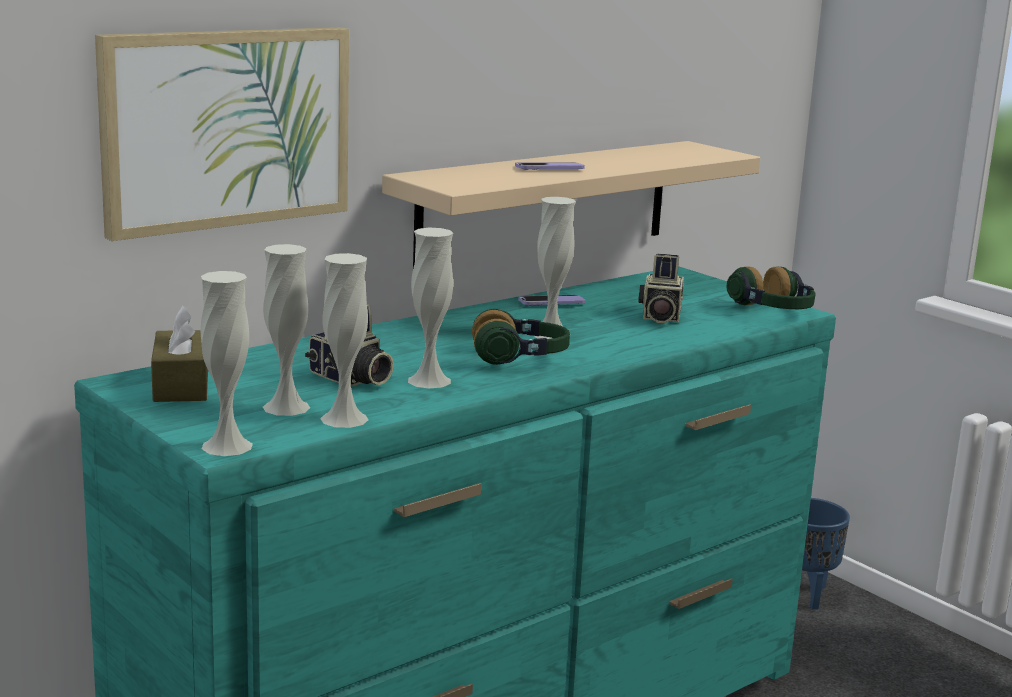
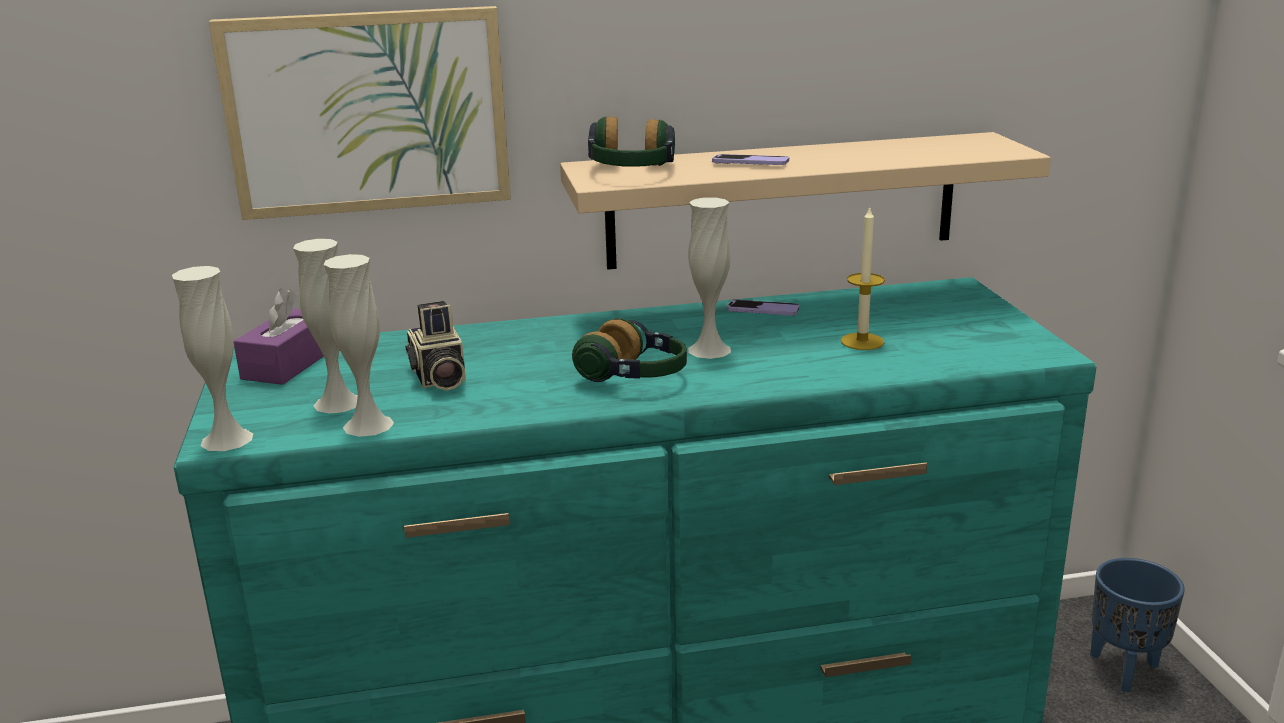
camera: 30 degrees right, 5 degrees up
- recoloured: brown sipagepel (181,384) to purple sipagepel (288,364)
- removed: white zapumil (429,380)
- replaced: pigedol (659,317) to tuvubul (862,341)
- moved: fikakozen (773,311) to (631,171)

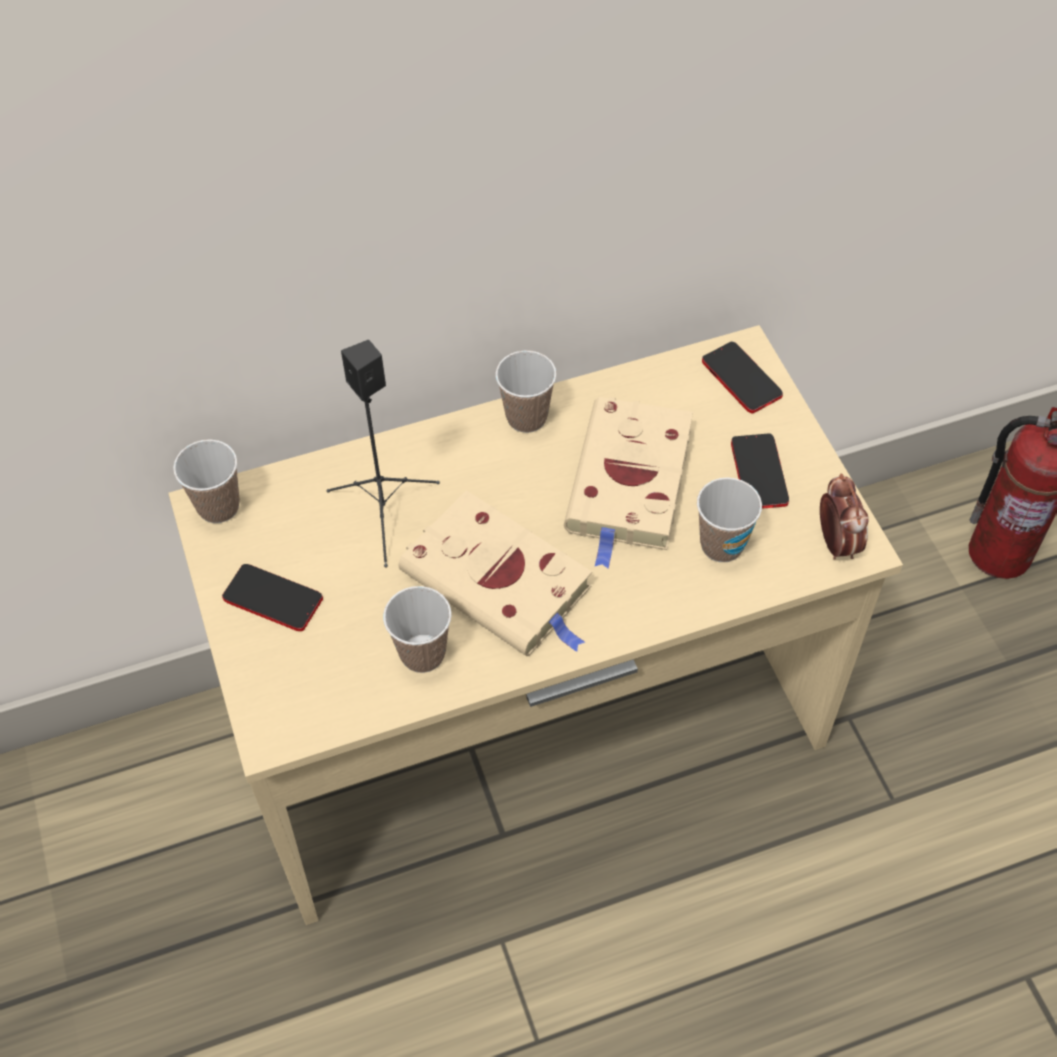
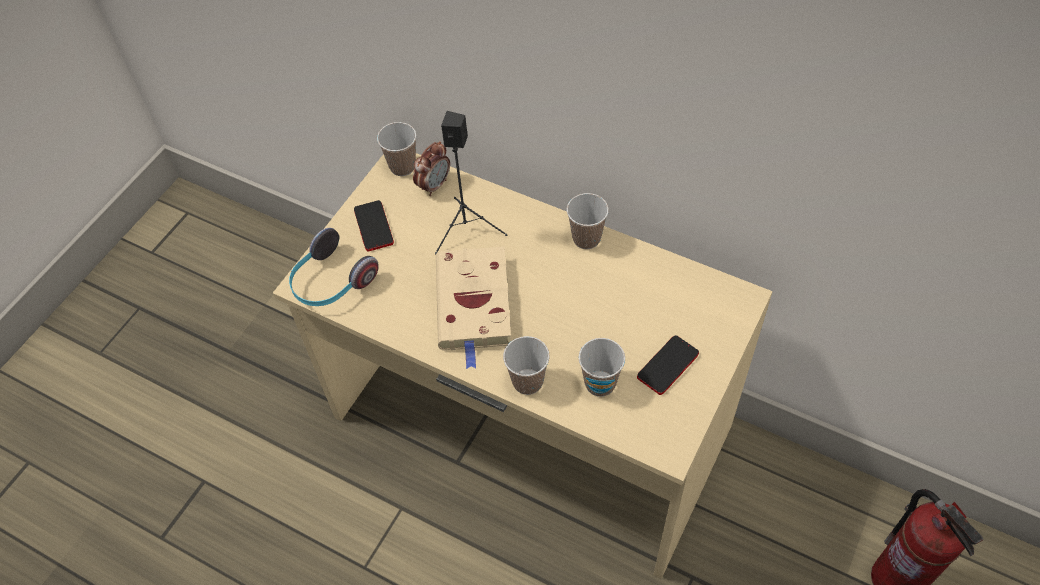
camera: 50 degrees right, 0 degrees up
- moved: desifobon (422,653) to (527,382)
- removed: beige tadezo (629,484)
- removed: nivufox (741,378)
- moved: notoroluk (836,543) to (434,185)
- added: fikakozen (331,282)

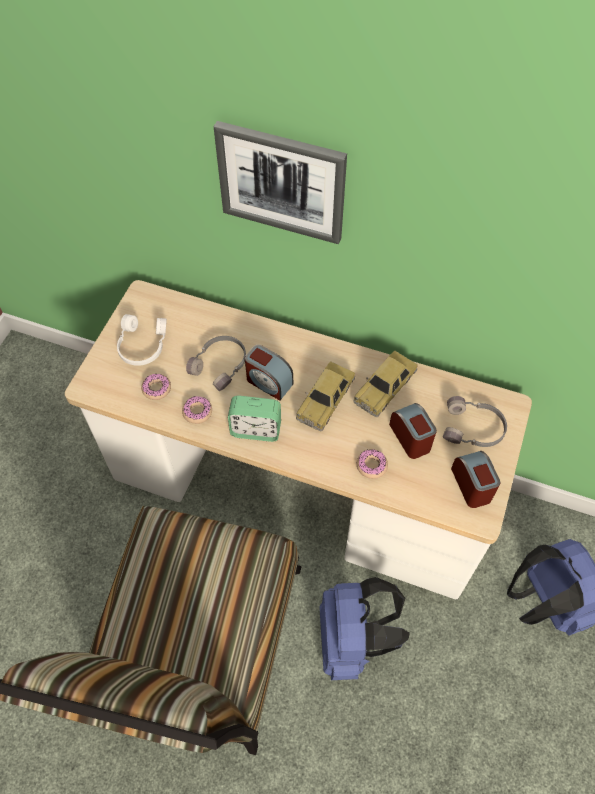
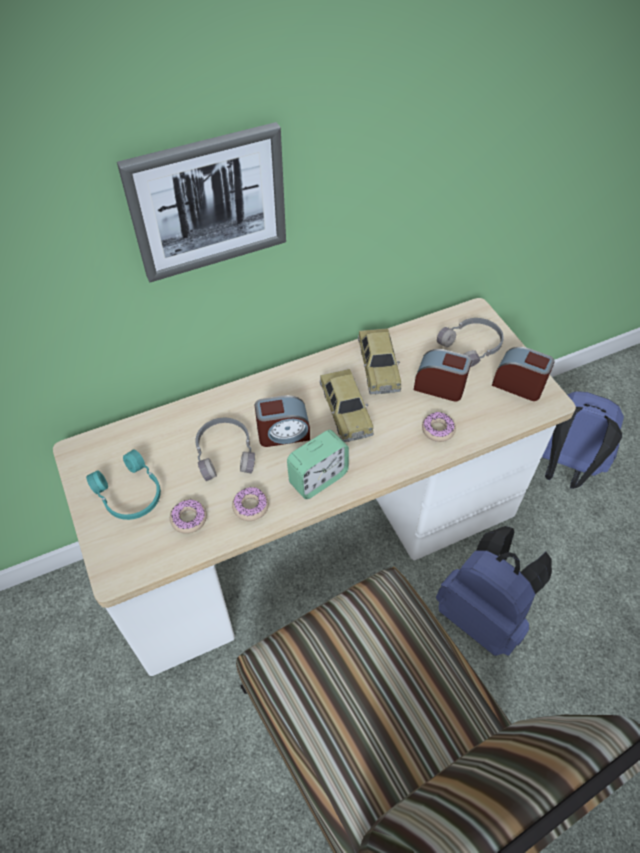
camera: 45 degrees left, 5 degrees down
- recoloured: white fikakozen (142,345) to turquoise fikakozen (129,494)

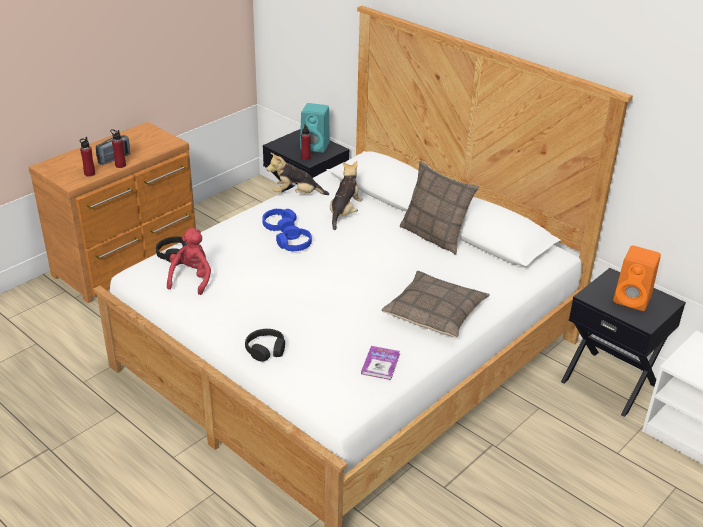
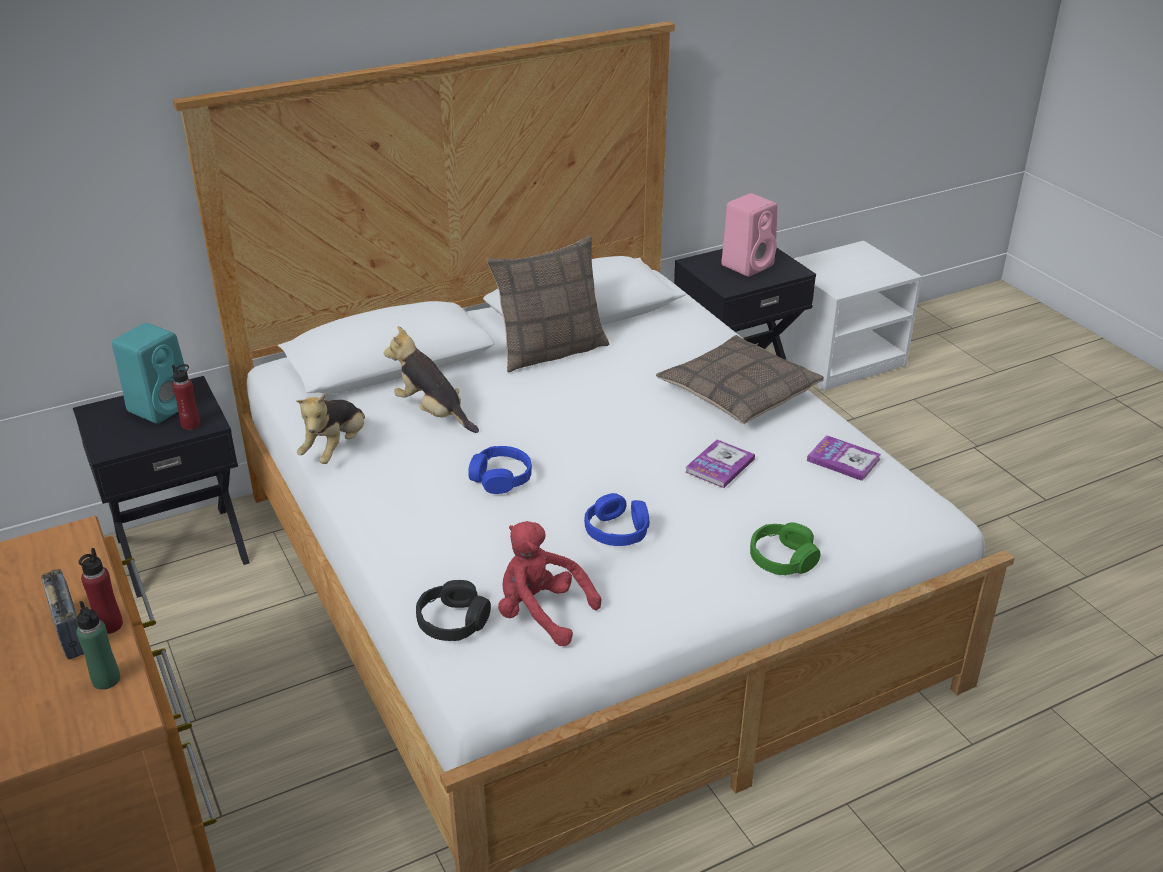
camera: 70 degrees left, 0 degrees up
- recoloured: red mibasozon (89,173) to green mibasozon (106,680)
- recoloured: black fikakozen (266,350) to green fikakozen (782,558)
- moved: blue fikakozen (279,225) to (617,530)
- recoloured: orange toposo (633,300) to pink toposo (748,265)
- added: tadezo (720,465)

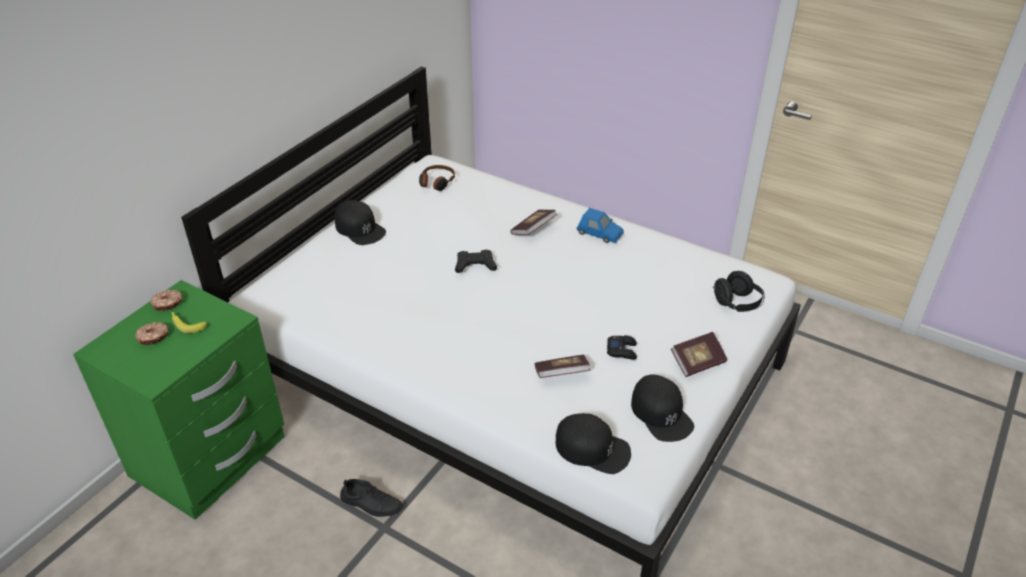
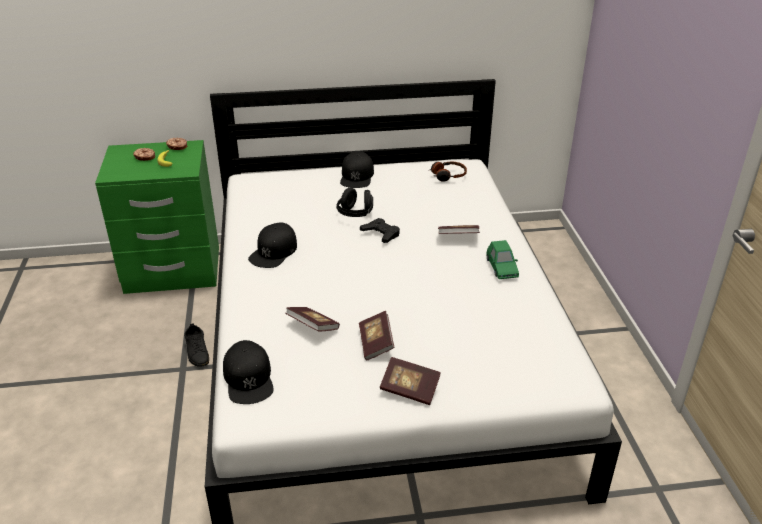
camera: 50 degrees right, 5 degrees down
- recoloured: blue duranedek (599,234) to green duranedek (501,268)
- replaced: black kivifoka (622,350) to tadezo (376,343)
- moved: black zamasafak (661,413) to (274,251)
- moved: black fikakozen (737,304) to (355,214)

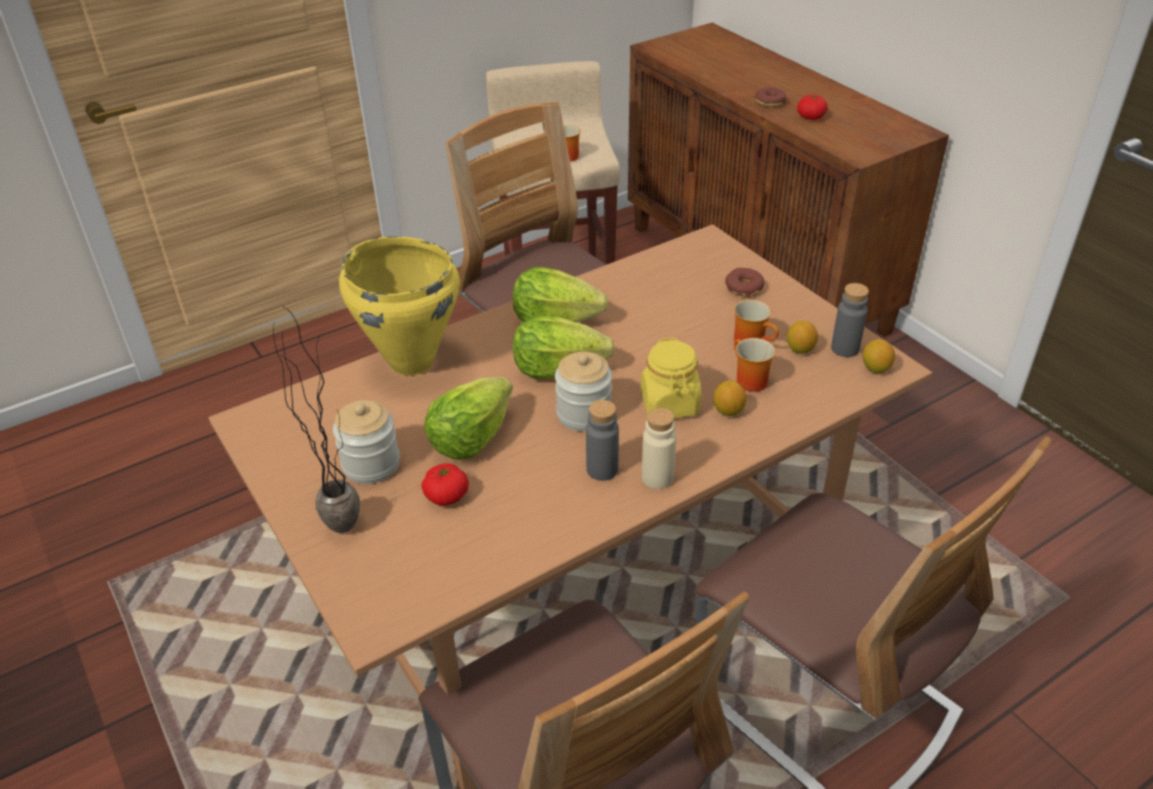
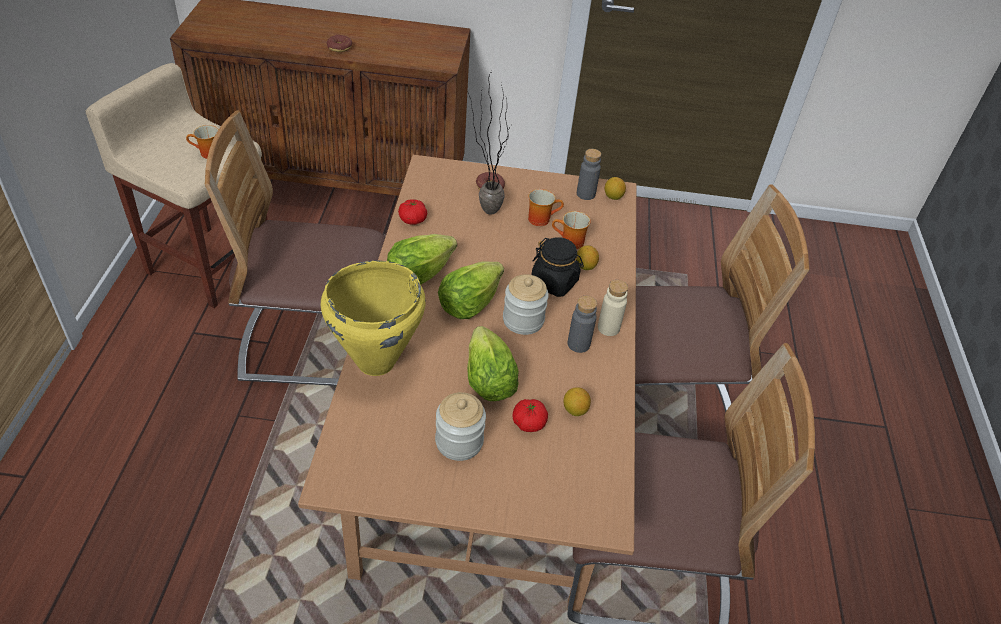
camera: 55 degrees left, 5 degrees up
- moved: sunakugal (341,517) to (482,209)
- recoloured: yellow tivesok (670,404) to black tivesok (554,282)
- moved: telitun (800,349) to (575,410)
- moved: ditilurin (810,117) to (412,220)

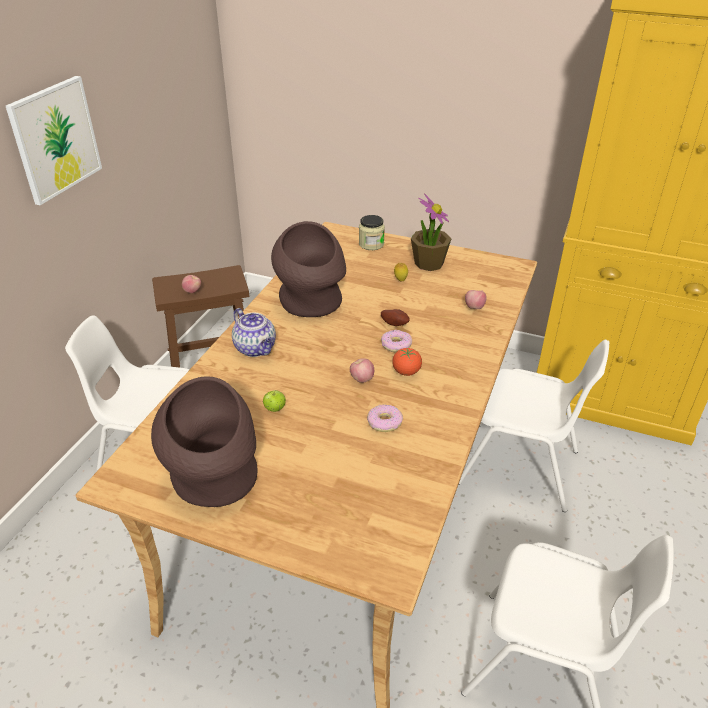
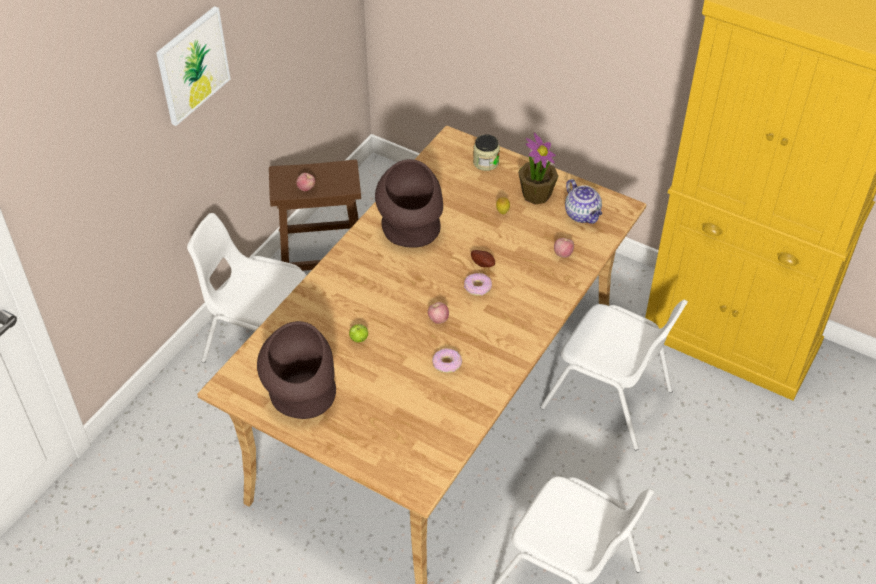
camera: 10 degrees right, 10 degrees up
- moved: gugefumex (256,349) to (583,215)
- removed: ditilurin (406,372)

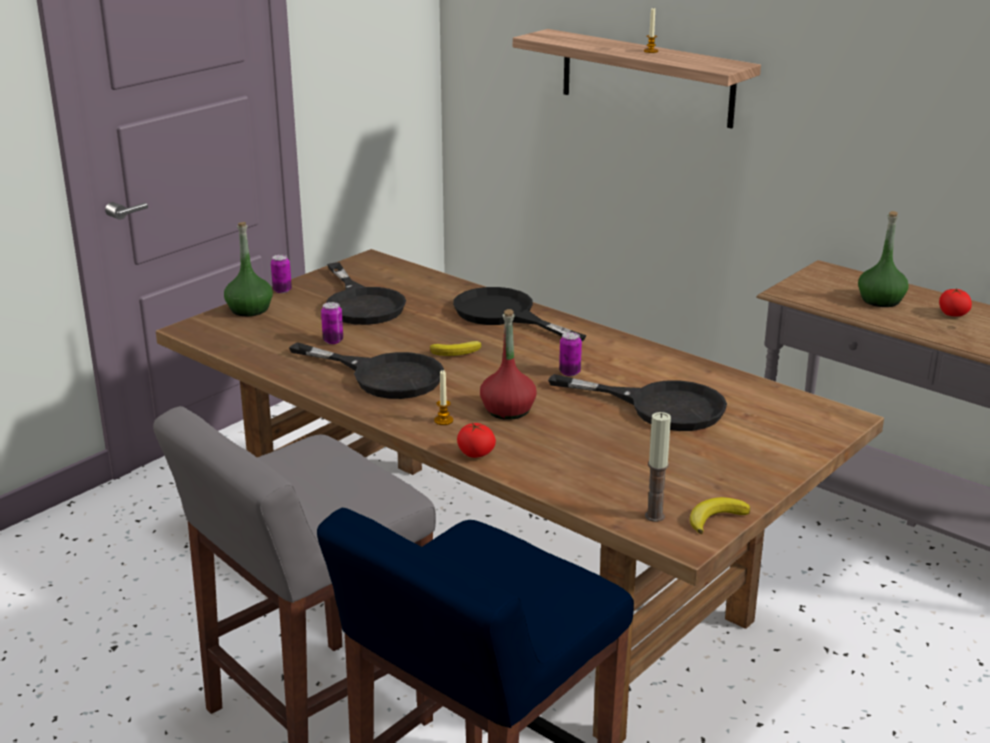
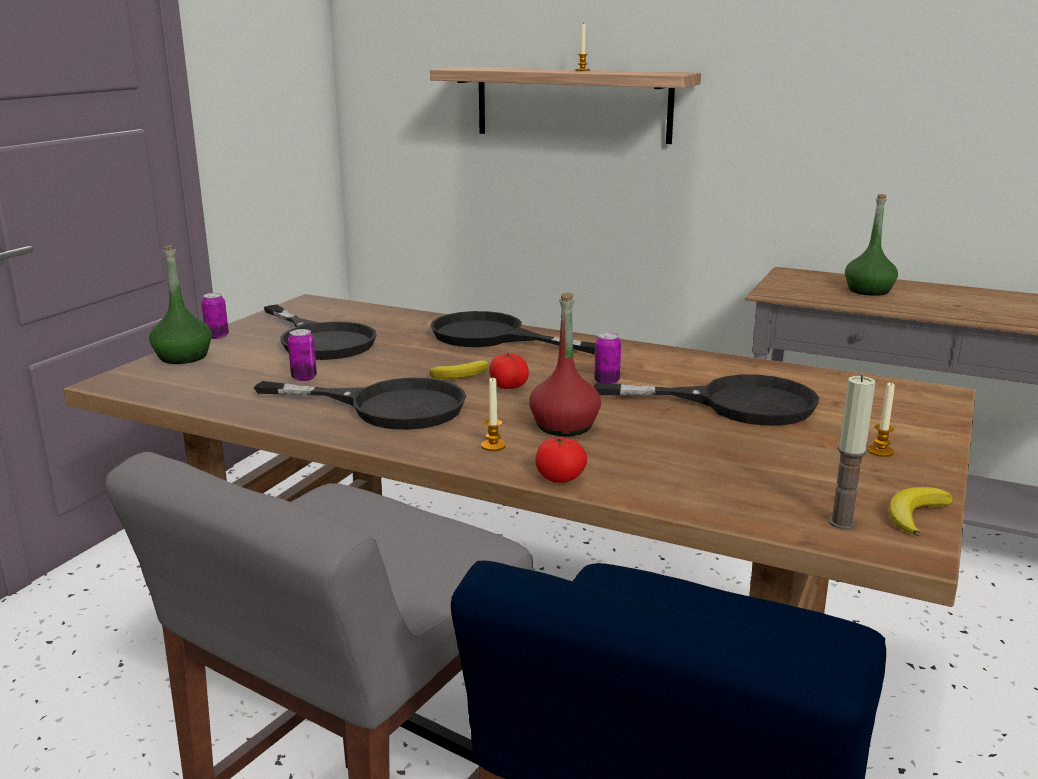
camera: 15 degrees left, 5 degrees down
- moved: ditilurin (952,314) to (508,387)
- added: tuvubul (880,451)

